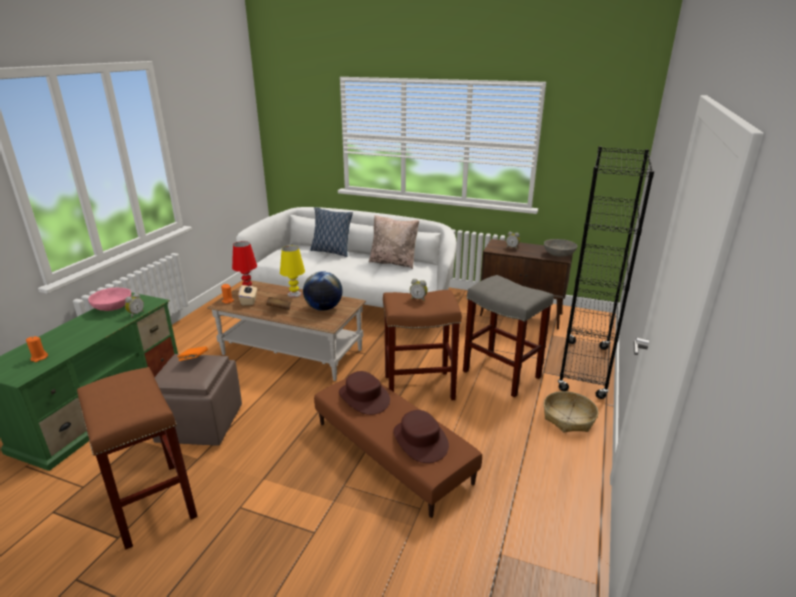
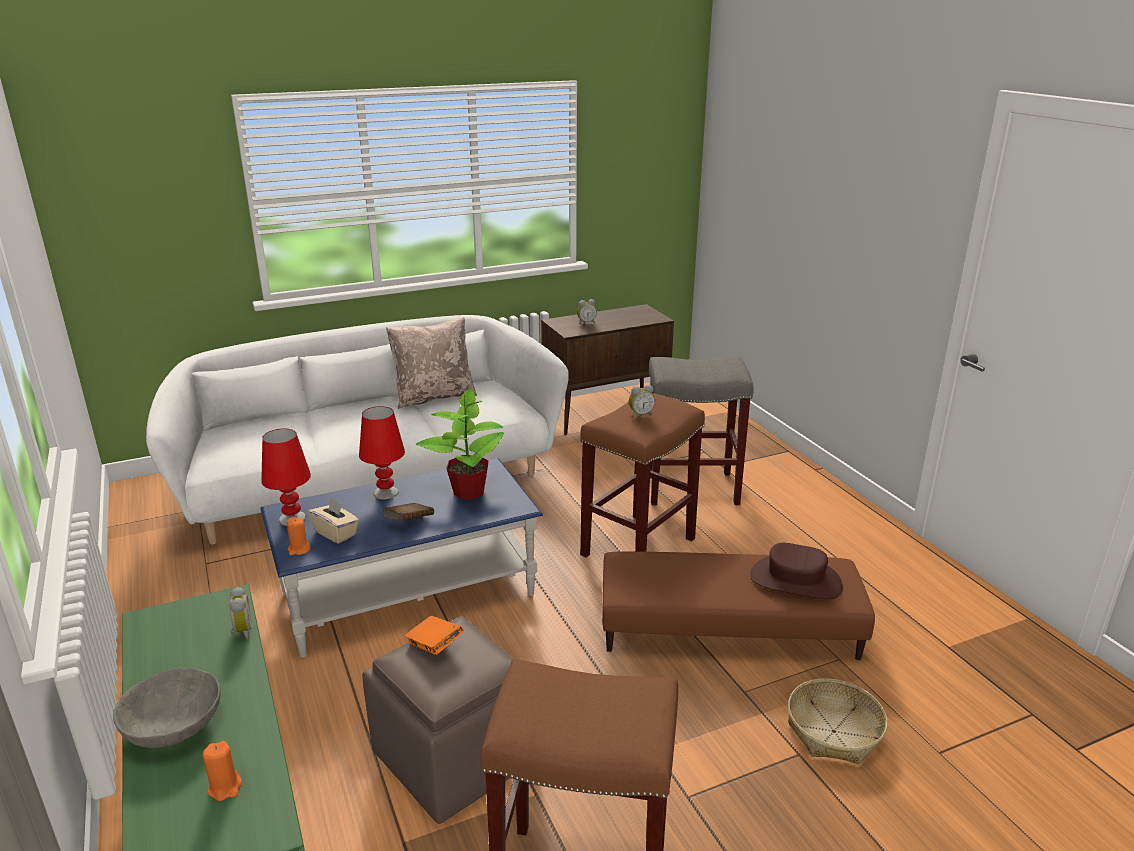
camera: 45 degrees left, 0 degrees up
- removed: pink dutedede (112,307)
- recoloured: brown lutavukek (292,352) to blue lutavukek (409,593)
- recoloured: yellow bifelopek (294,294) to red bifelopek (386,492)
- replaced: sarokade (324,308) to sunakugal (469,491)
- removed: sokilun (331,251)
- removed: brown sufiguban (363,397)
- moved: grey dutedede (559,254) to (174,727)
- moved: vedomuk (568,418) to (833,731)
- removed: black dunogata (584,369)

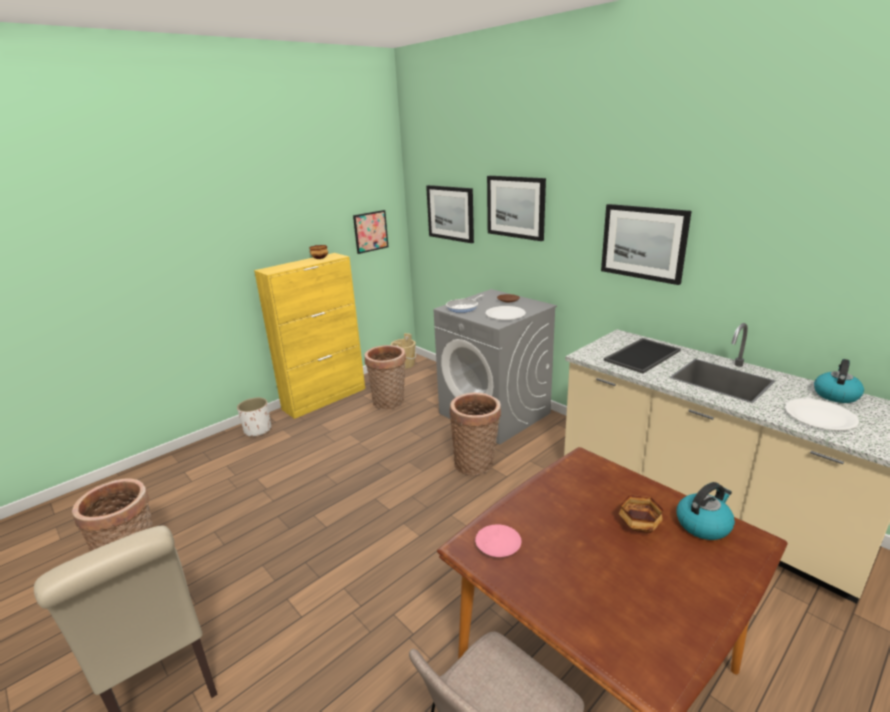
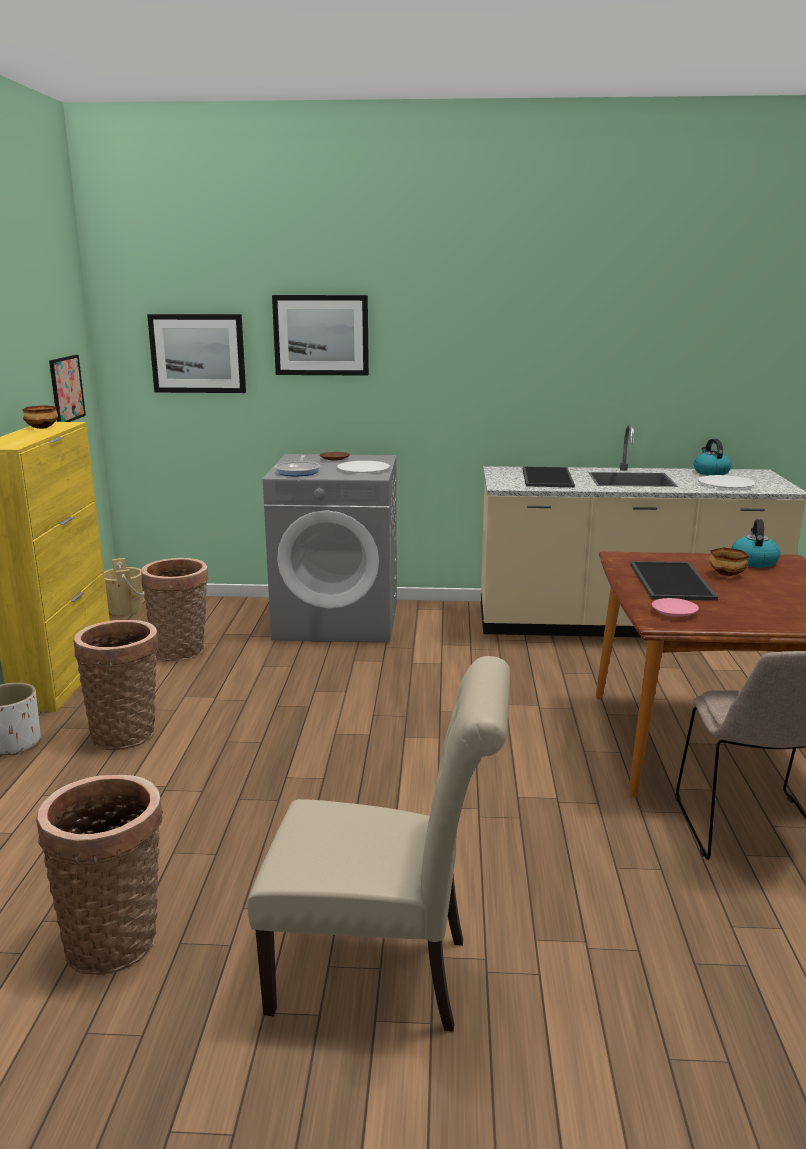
camera: 45 degrees left, 5 degrees down
- moved: vedomuk (476,463) to (127,733)
- removed: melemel (643,242)
- added: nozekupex (673,582)

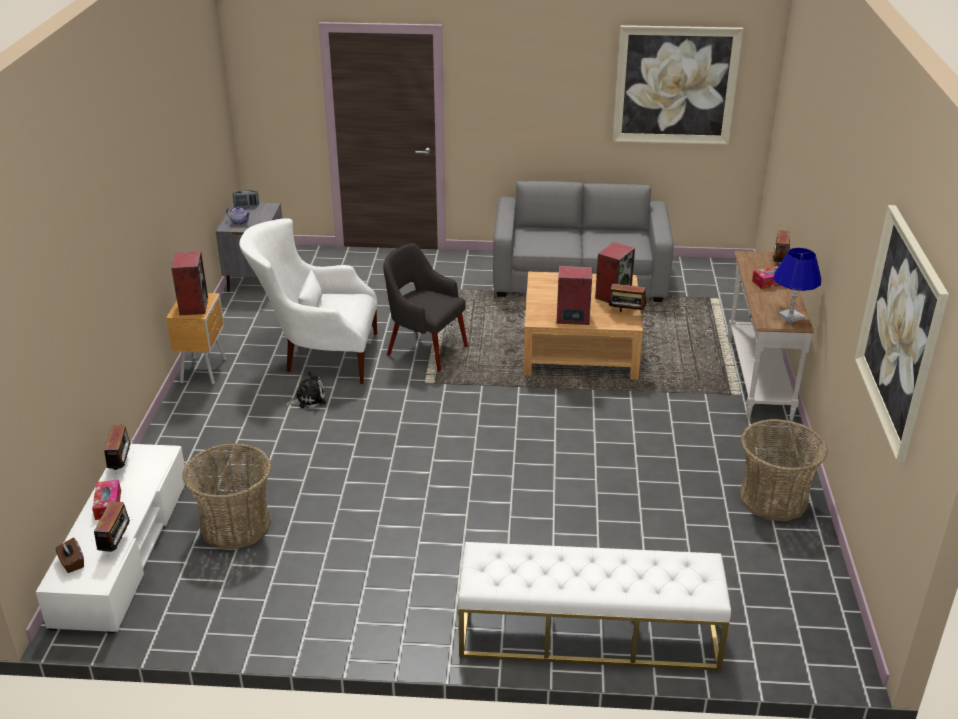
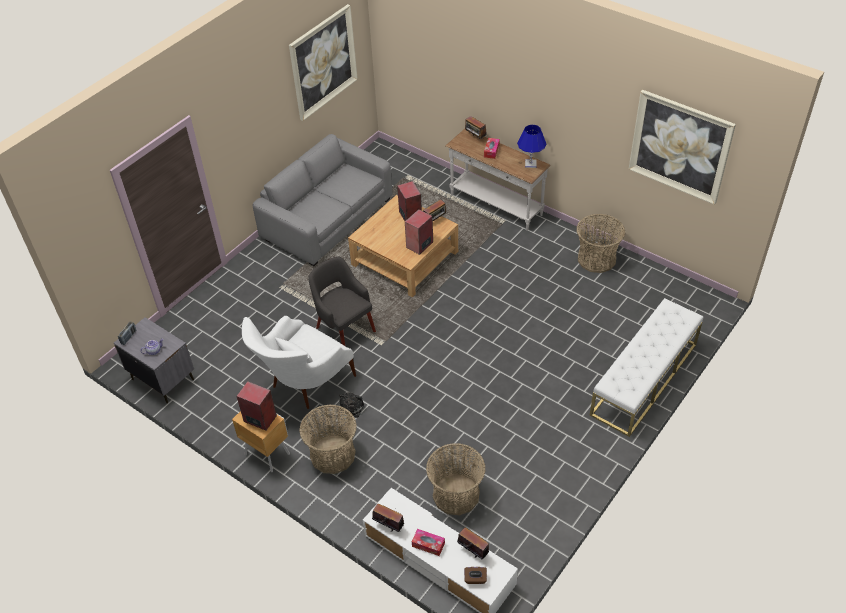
camera: 55 degrees left, 15 degrees up
- turned: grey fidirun (425,350) = (344,329) 75 degrees clockwise
- added: vedomuk (332,454)

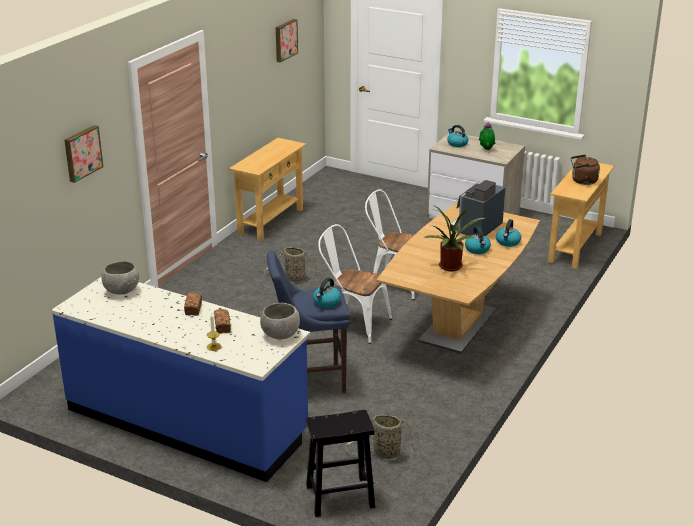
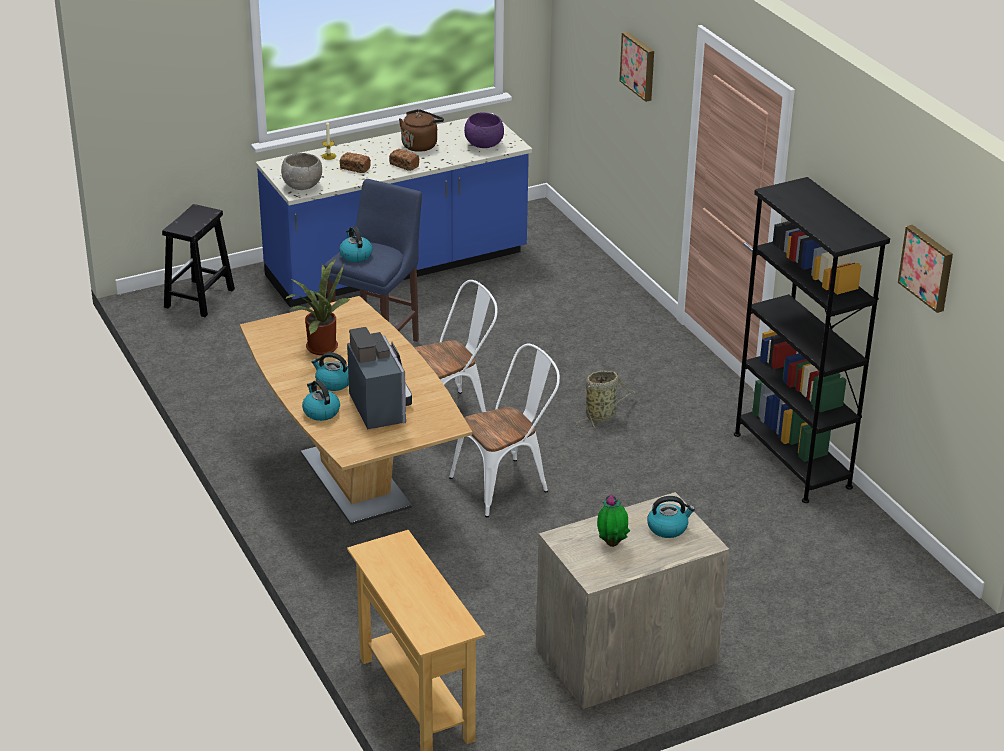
camera: 125 degrees right, 5 degrees up
- recoloured: grey dutedede (122,291) to purple dutedede (483,145)
- replaced: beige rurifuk (271,221) to black dunogata (792,460)
- removed: vedomuk (384,453)
- moved: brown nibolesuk (582,181) to (420,145)

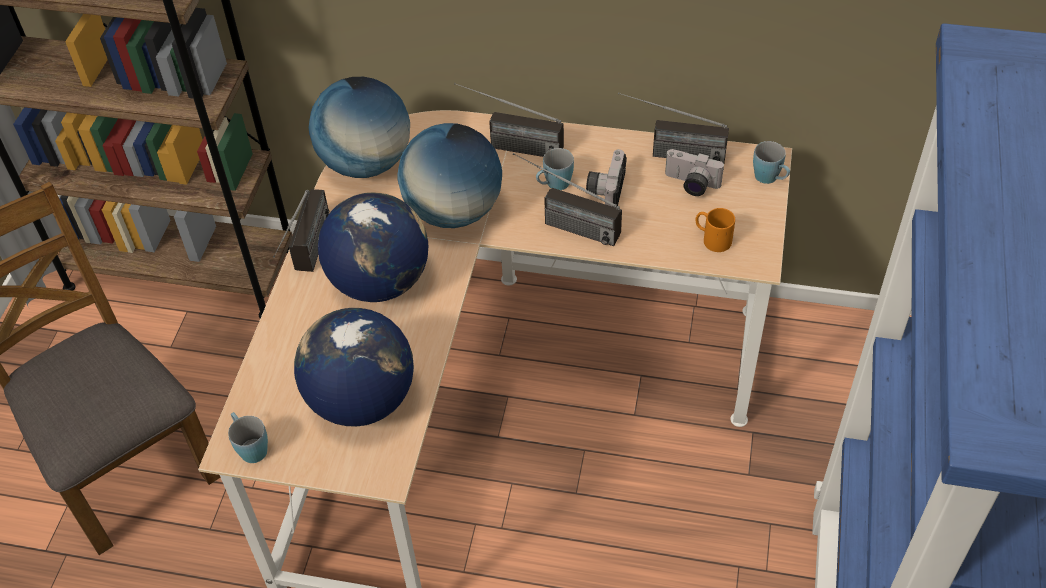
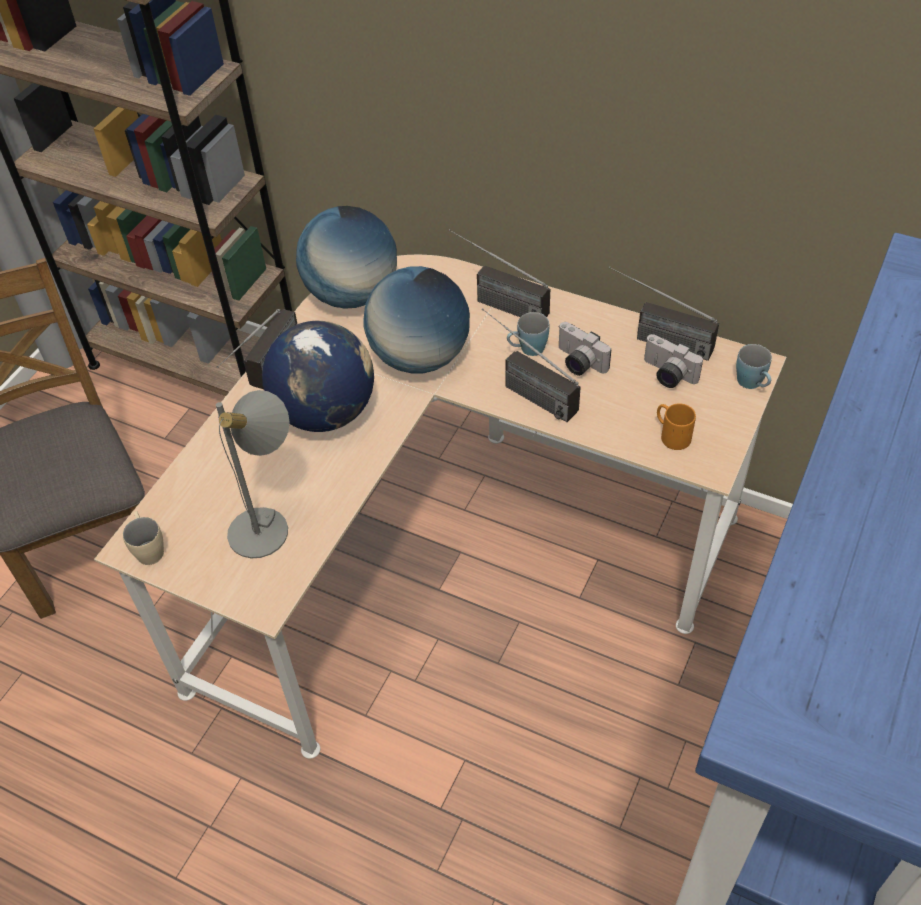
camera: 15 degrees right, 0 degrees up
- recoloured: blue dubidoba (250,447) to beige dubidoba (148,548)
- replaced: sarokade (361,400) to grey bifelopek (267,525)
- turned: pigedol (605,189) = (577,363) 75 degrees counterclockwise

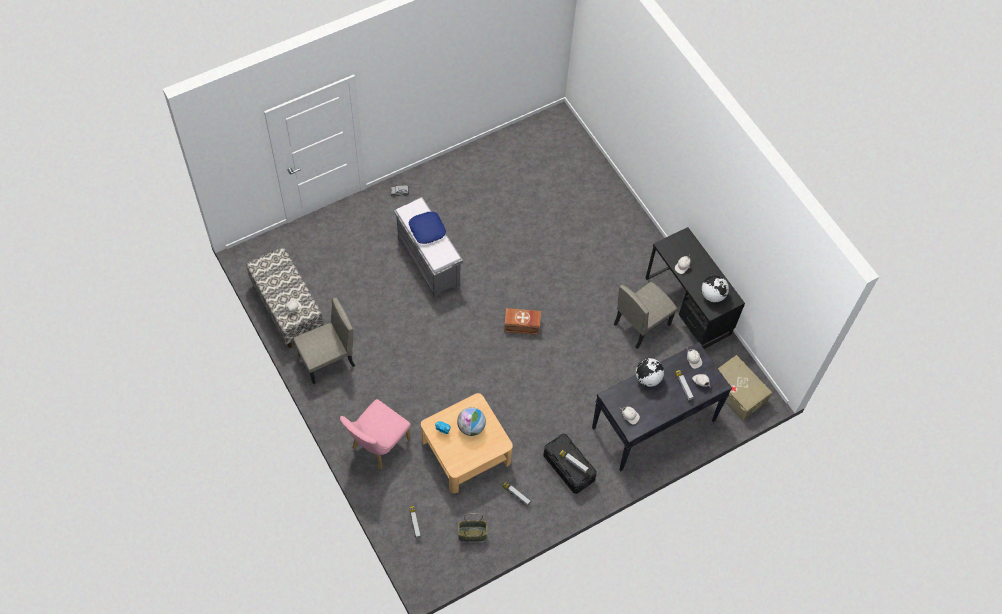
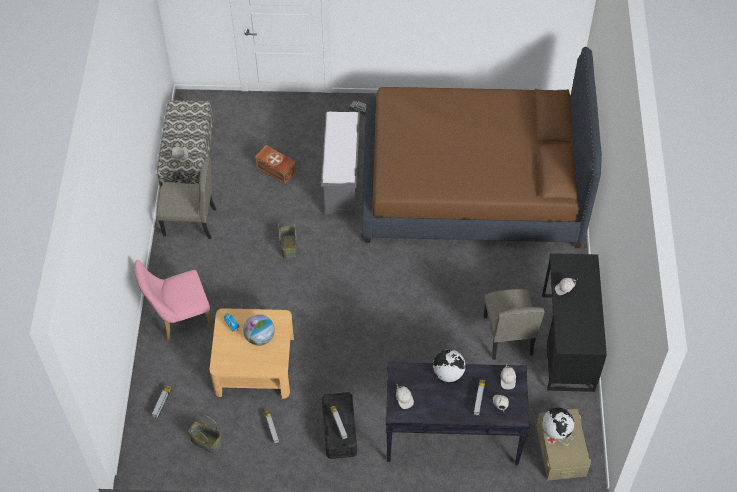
camera: 35 degrees right, 5 degrees down
- removed: blue sokilun (427,230)
- moved: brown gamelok (522,326) to (276,170)
- turned: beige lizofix (641,324) = (507,335) 90 degrees counterclockwise
- moved: sarokade (712,295) to (556,430)
- added: vedomuk (288,246)
- added: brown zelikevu (472,185)

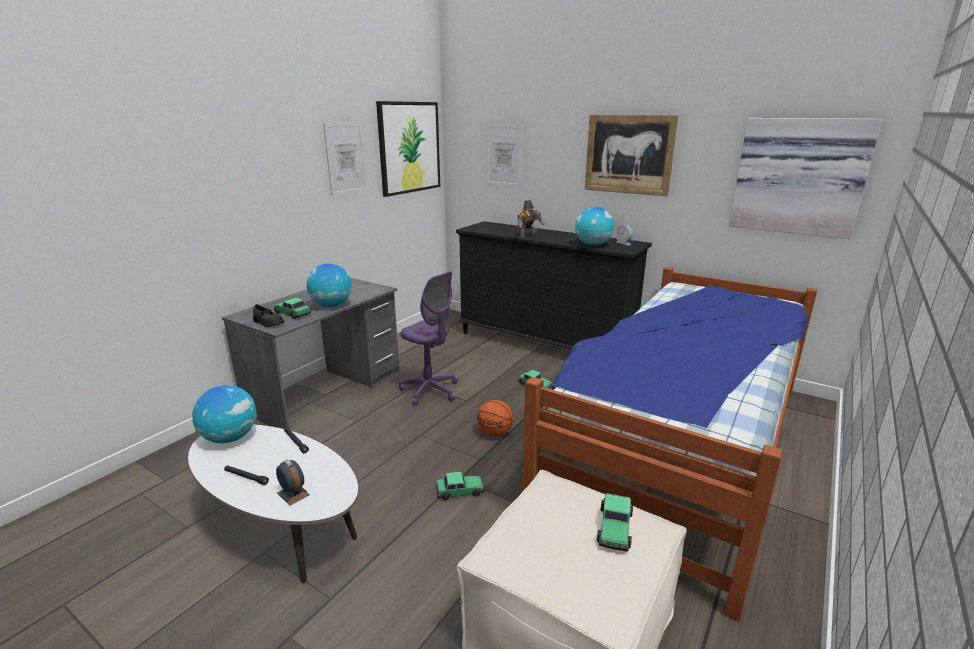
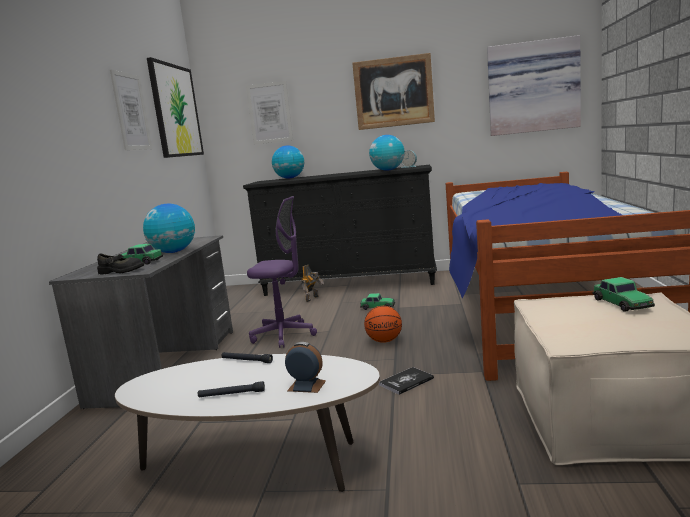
camera: 25 degrees left, 10 degrees down
- moved: sarokade (230,438) to (290,178)
- replaced: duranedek (460,491) to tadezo (406,382)
- moved: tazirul (529,236) to (313,298)

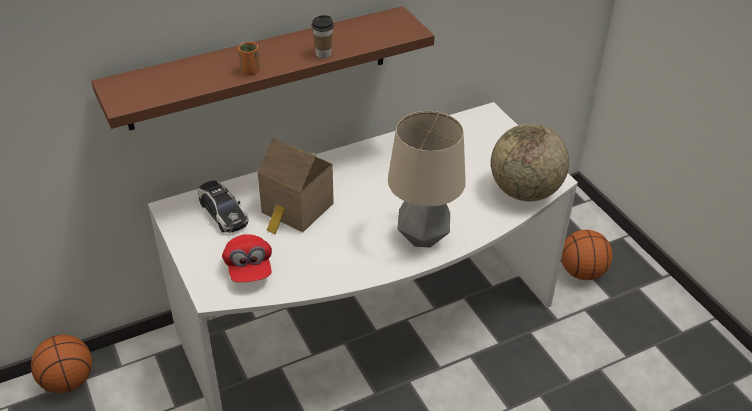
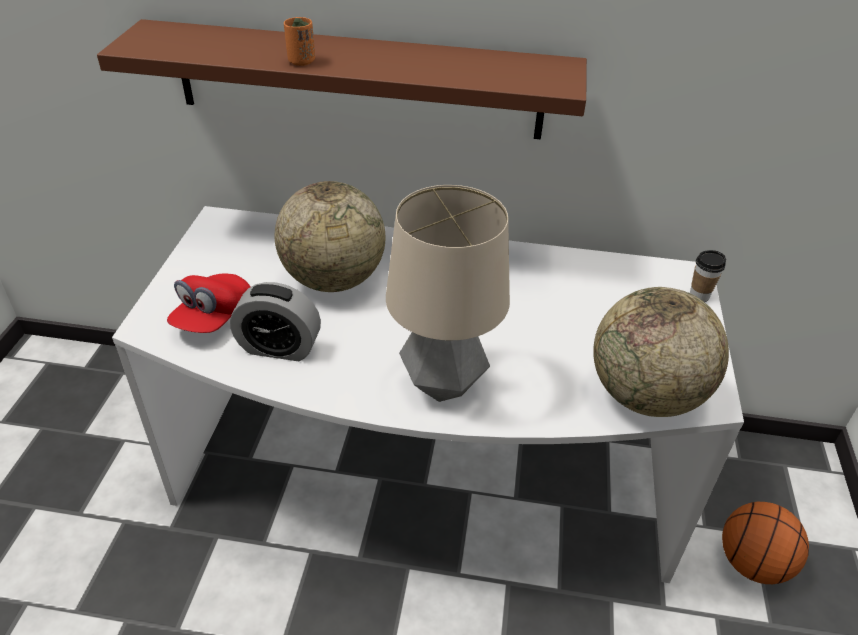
camera: 35 degrees right, 0 degrees up
- removed: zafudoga (68,381)
- removed: duranedek (223,212)
- replaced: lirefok (296,210) to sarokade (333,280)
- moved: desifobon (323,54) to (699,296)
- added: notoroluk (279,348)

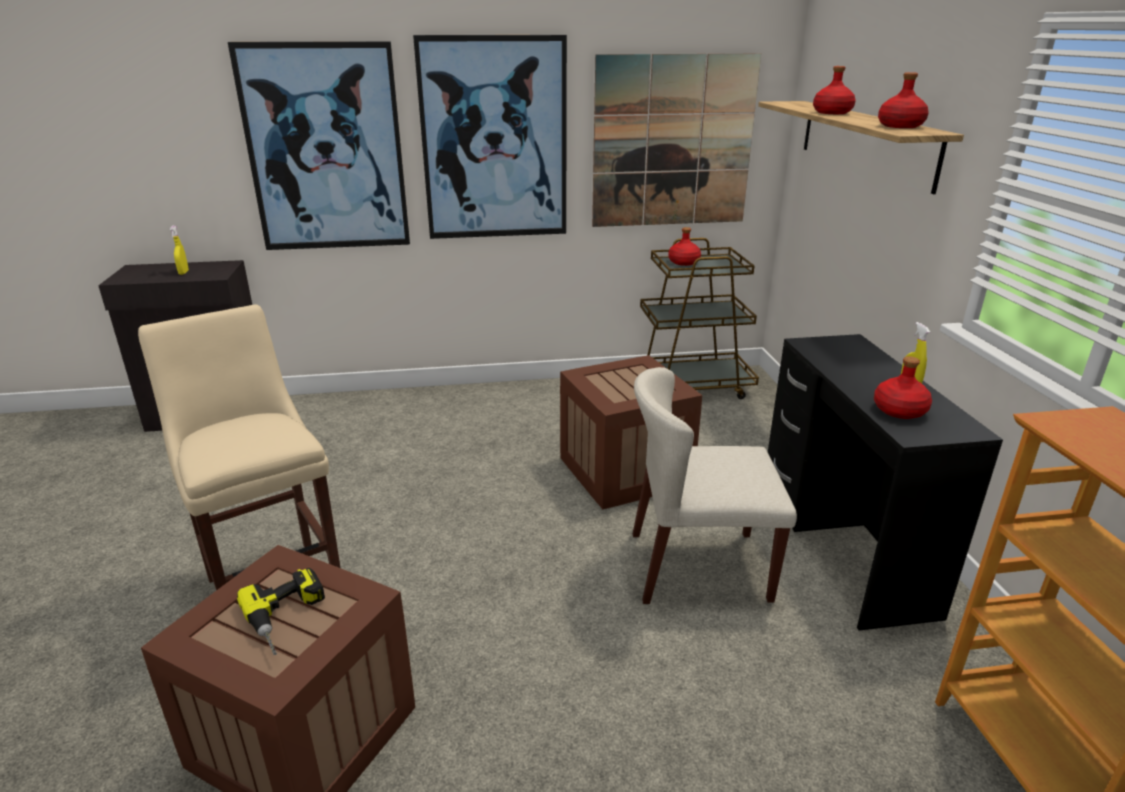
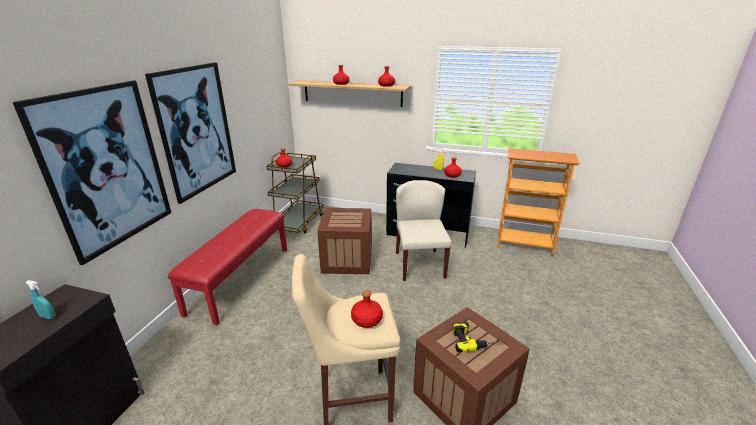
camera: 65 degrees left, 0 degrees up
- recoloured: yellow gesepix (183,272) to turquoise gesepix (48,317)
- removed: melemel (673,142)
- turned: beige lizofix (697,566) = (419,264) 150 degrees clockwise
- added: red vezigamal (240,279)
- added: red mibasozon (366,320)

